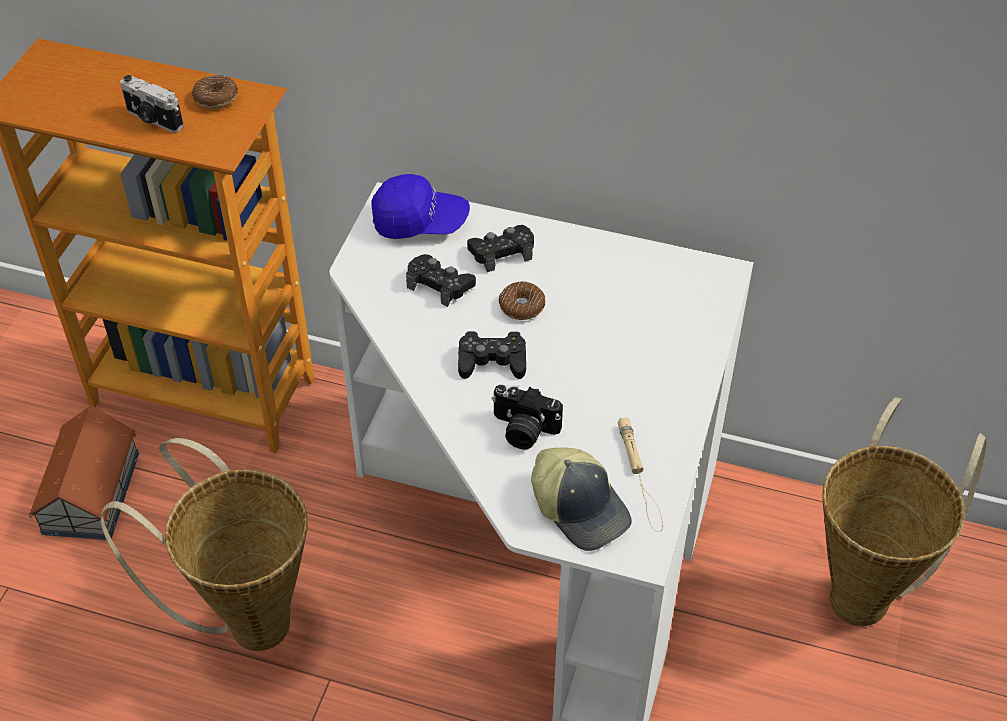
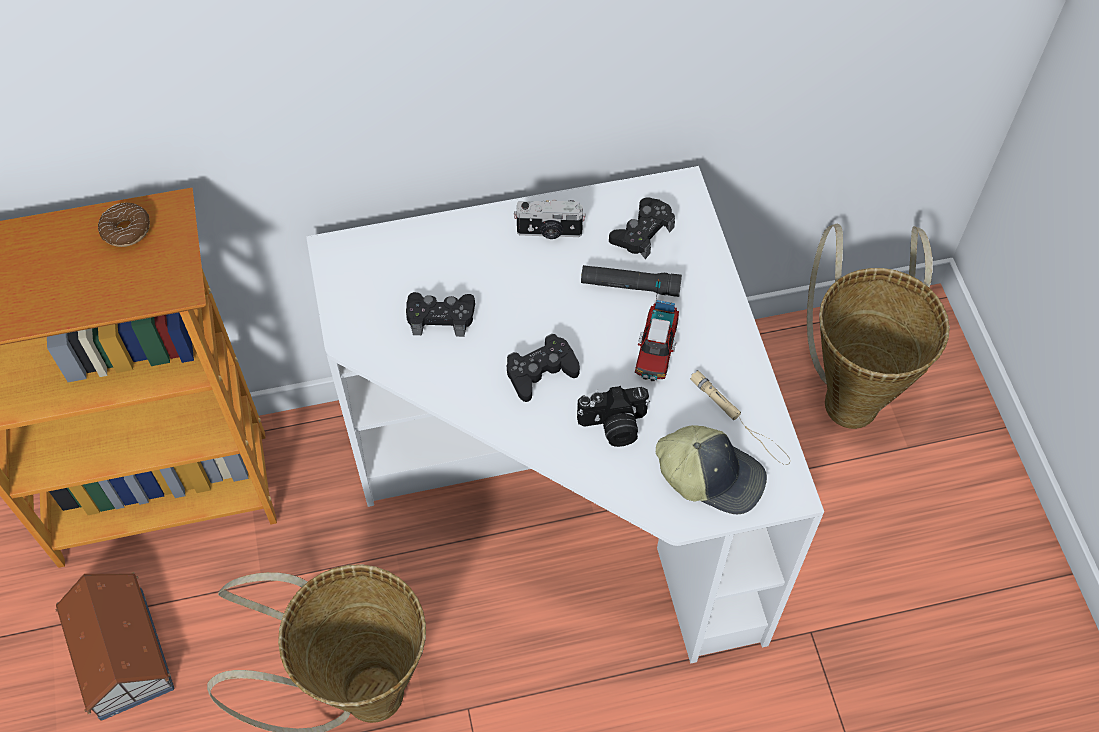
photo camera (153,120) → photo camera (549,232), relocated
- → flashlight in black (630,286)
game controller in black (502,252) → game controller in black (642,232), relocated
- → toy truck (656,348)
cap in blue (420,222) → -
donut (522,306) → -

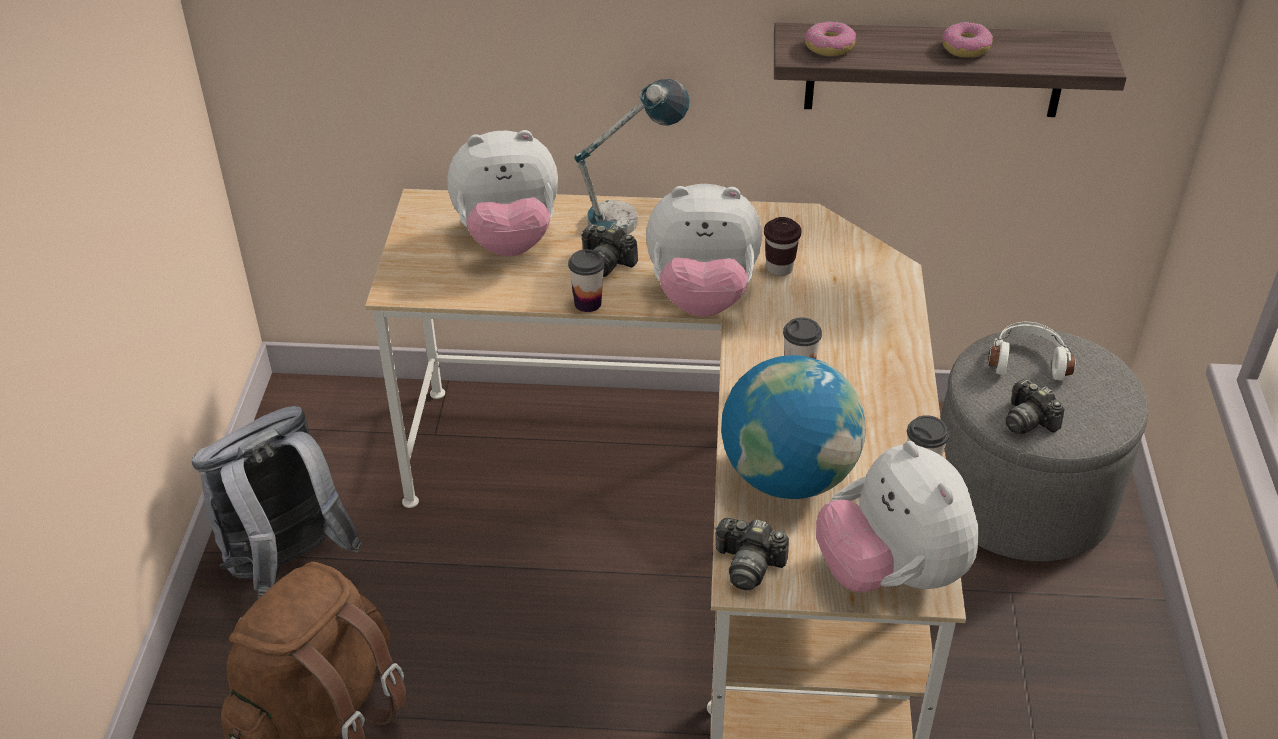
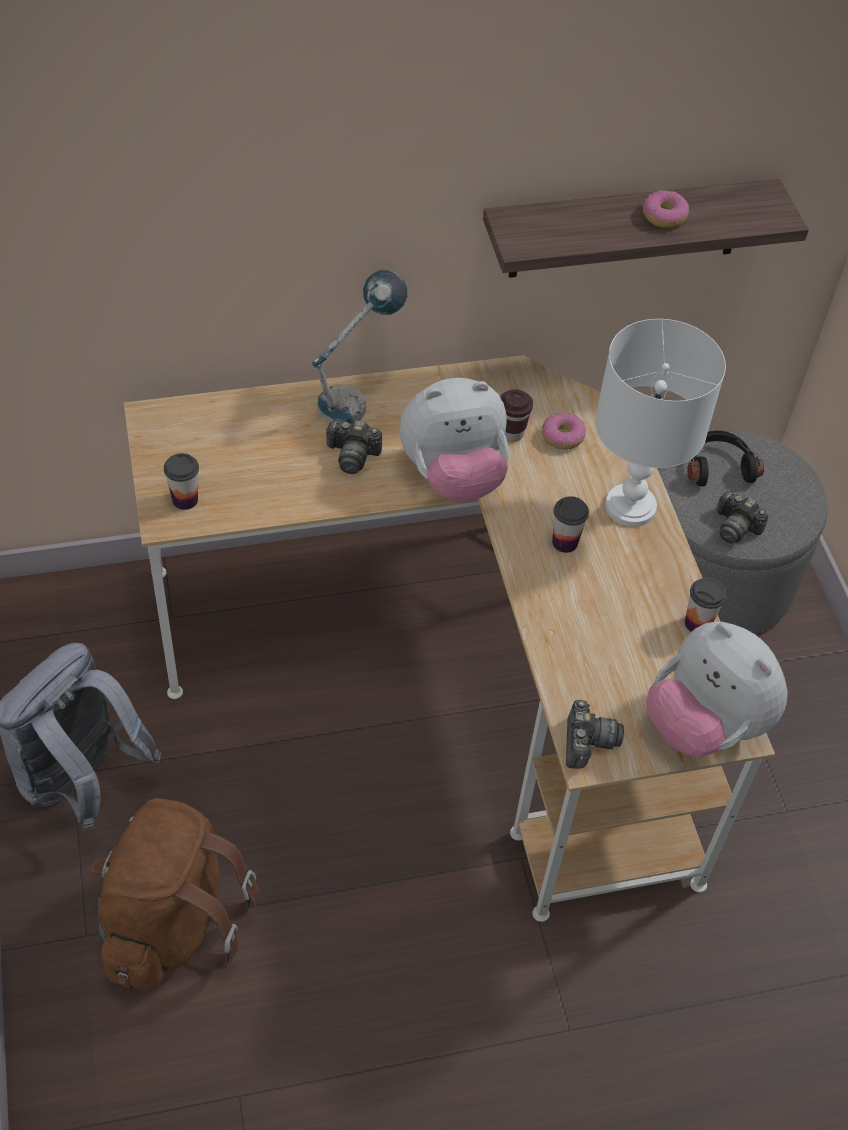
cup (587,303) → cup (185,500), relocated
donut (829,47) → donut (562,436), relocated
photo camera (748,564) → photo camera (587,742), 90 degrees counterclockwise
- → table lamp in white (629,506)
headphones in white (1027,360) → headphones in black (718,466)
plush toy (508,240) → -
globe (788,476) → -

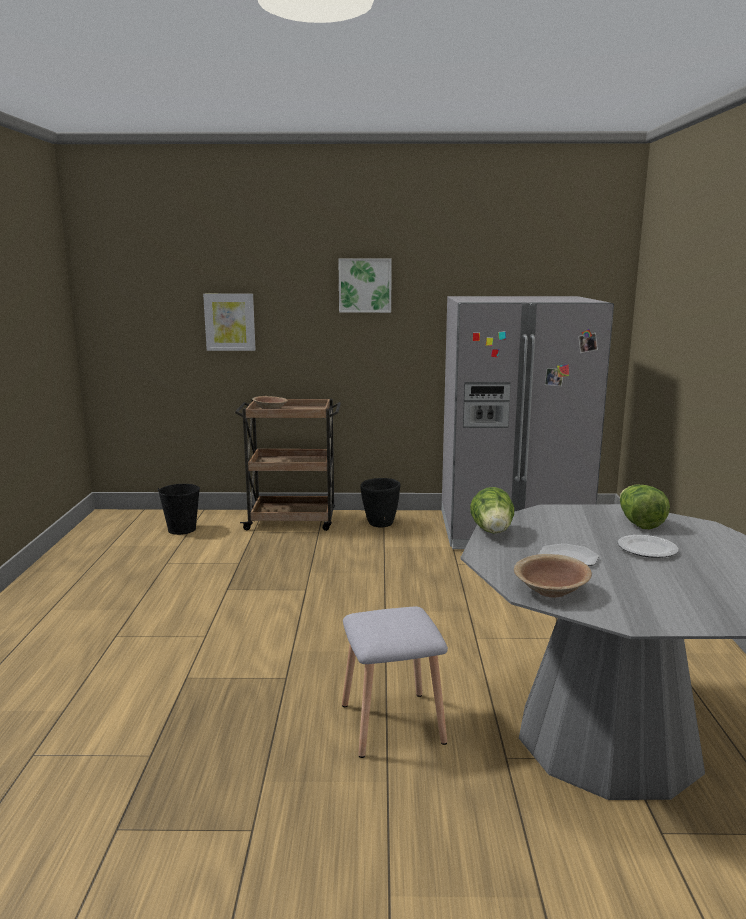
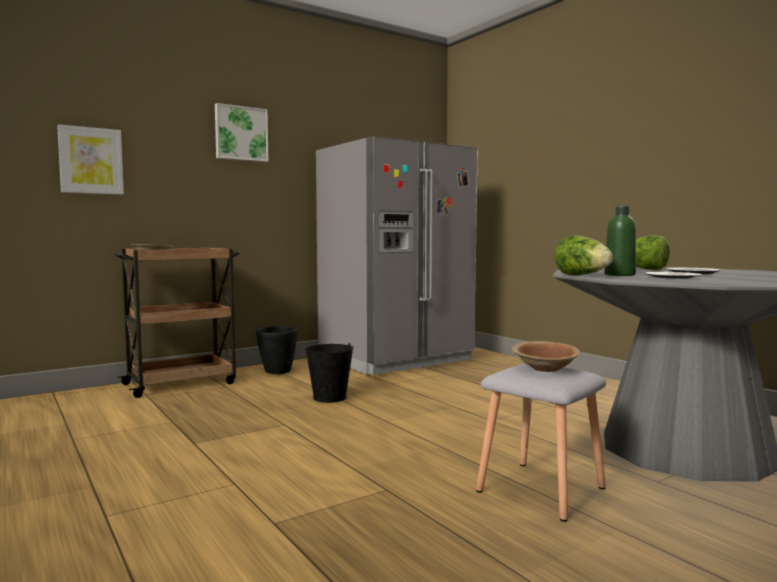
bucket in black (182,529) → bucket in black (329,397), relocated
bowl in brown (551,591) → bowl in brown (545,369), relocated
- → bottle in green (619,275)

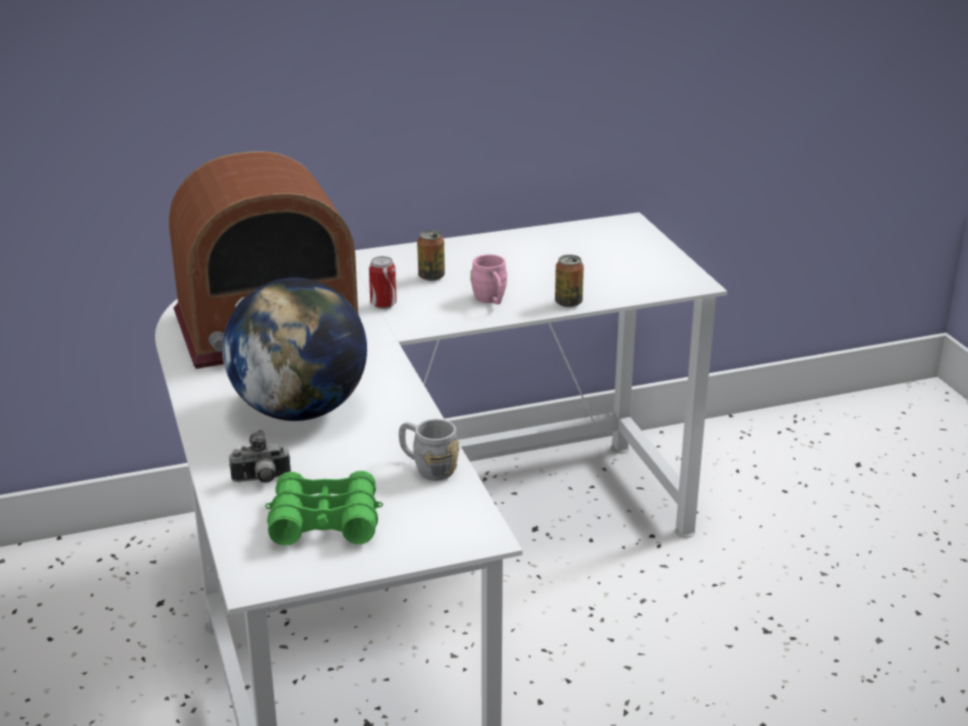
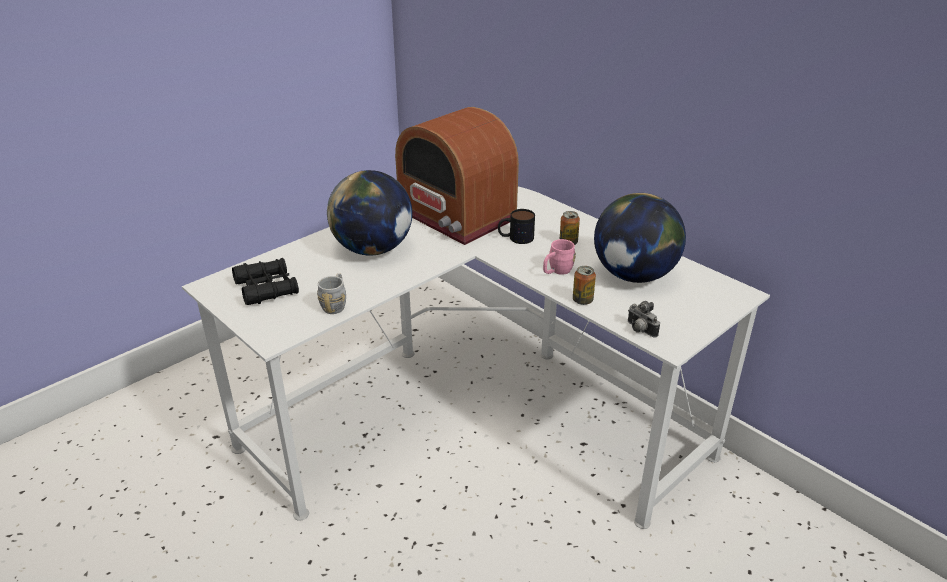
binoculars in green (324,521) → binoculars in black (267,288)
can (383,304) → mug (515,238)
- → globe (634,275)
photo camera (261,480) → photo camera (639,330), relocated

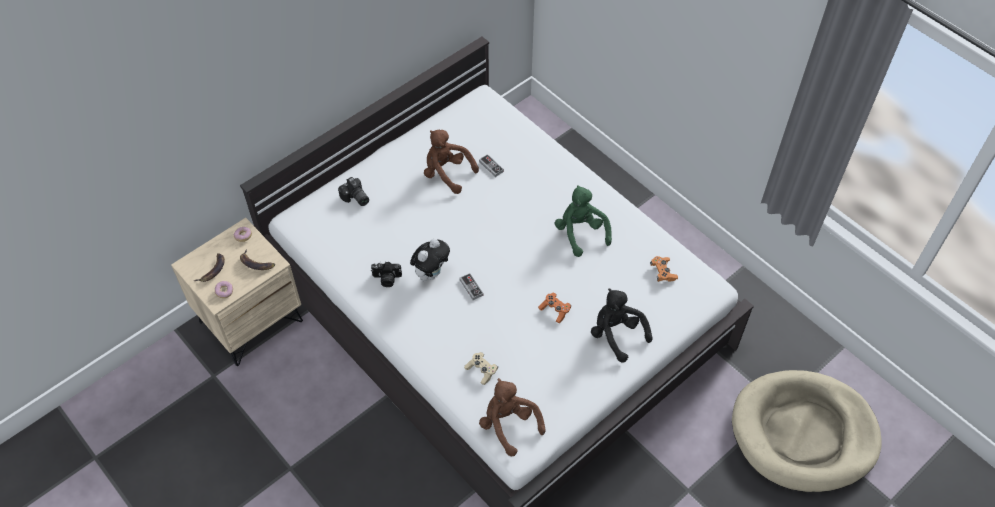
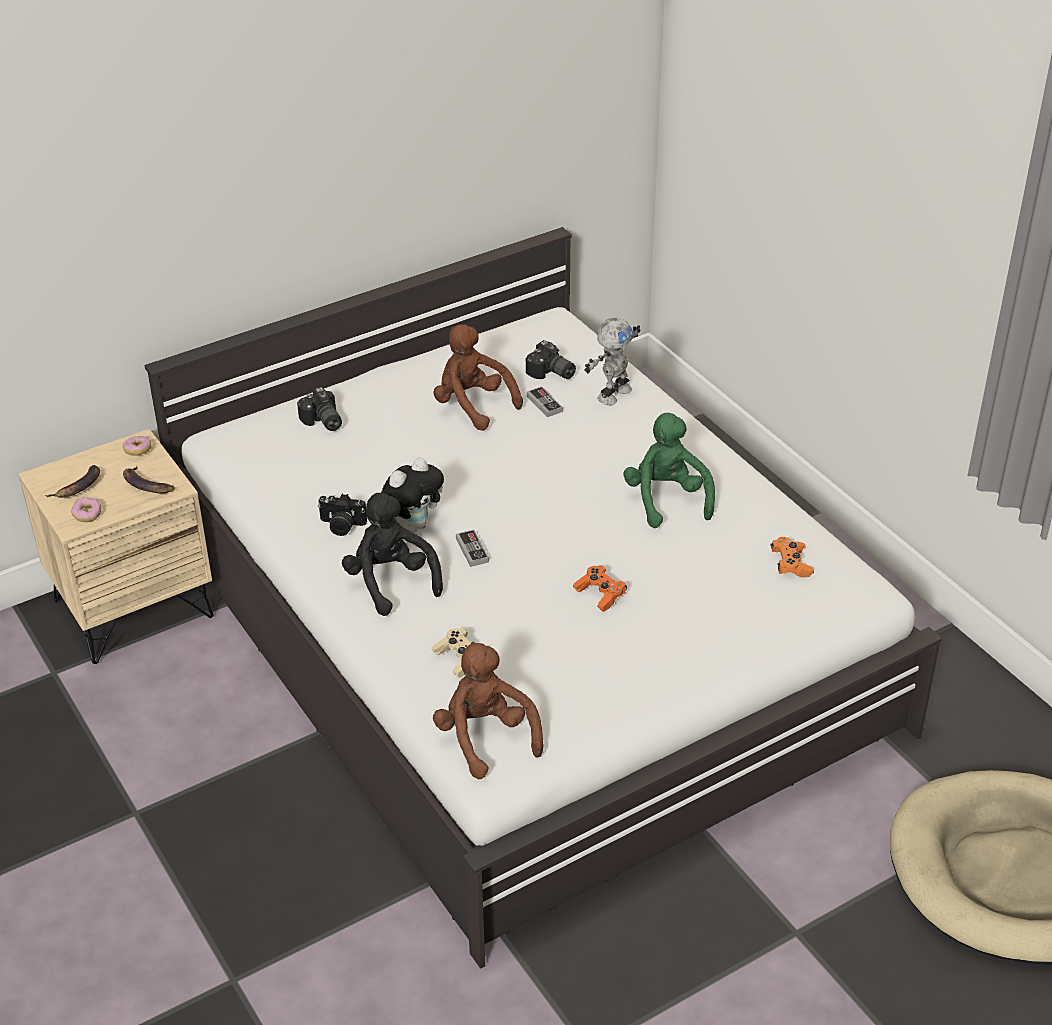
plush toy in black (616,334) → plush toy in black (391,582), relocated
- → photo camera (551,373)
- → toy robot (613,394)

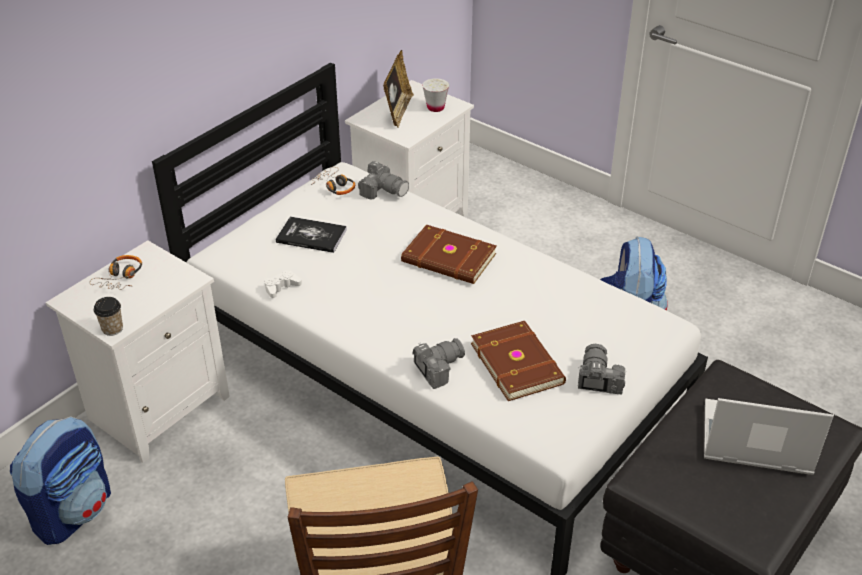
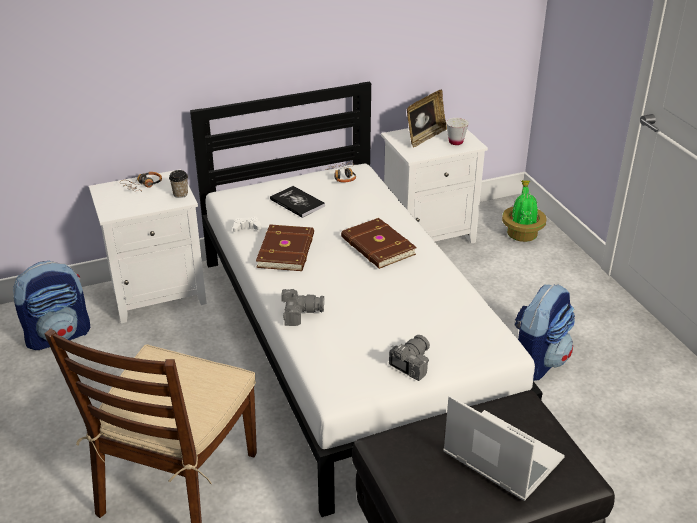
cup (112,329) → cup (180,194), relocated
book in brown (518,362) → book in brown (287,250), relocated
- → potted plant (521,233)
photo camera (383,190) → -

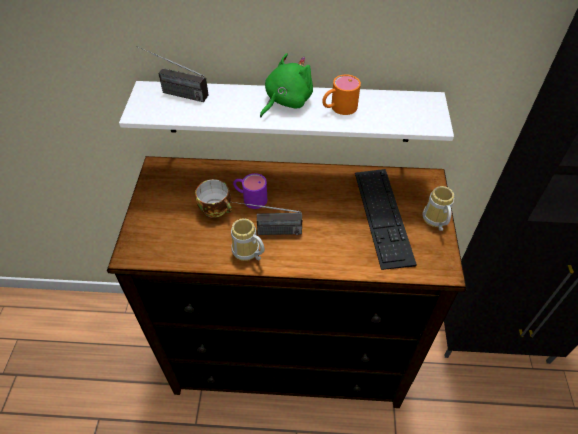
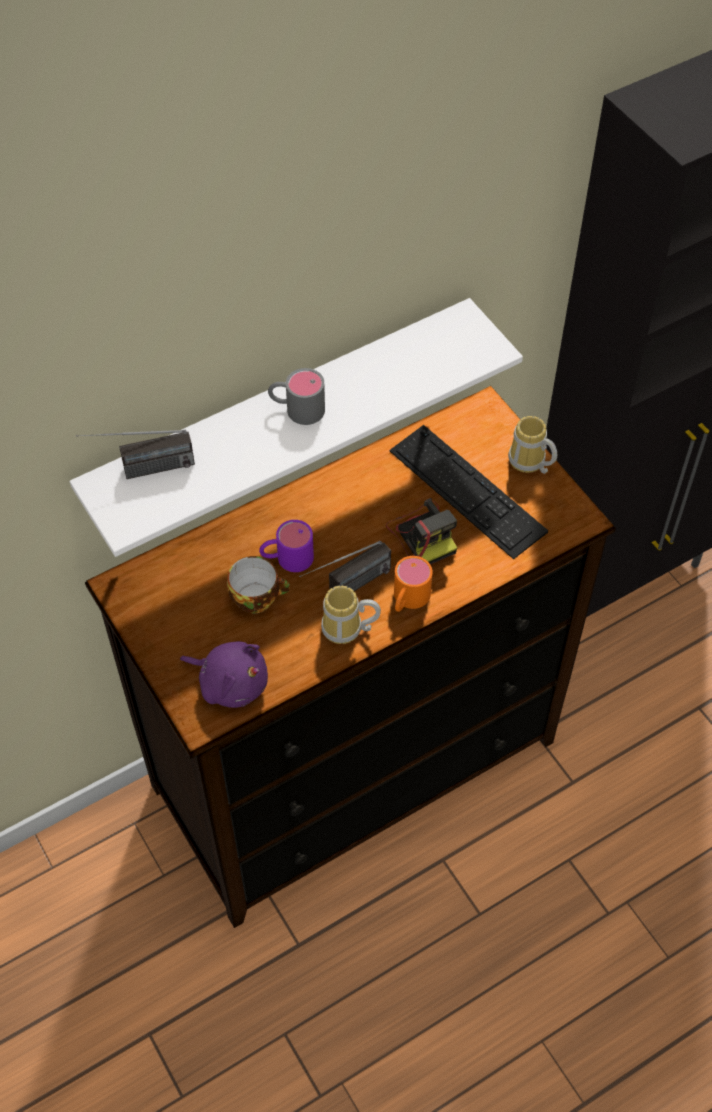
- → plush toy in purple (230,683)
plush toy in green (286,101) → mug in grey (296,409)
- → photo camera (423,534)
mug in orange (338,108) → mug in orange (408,600), relocated

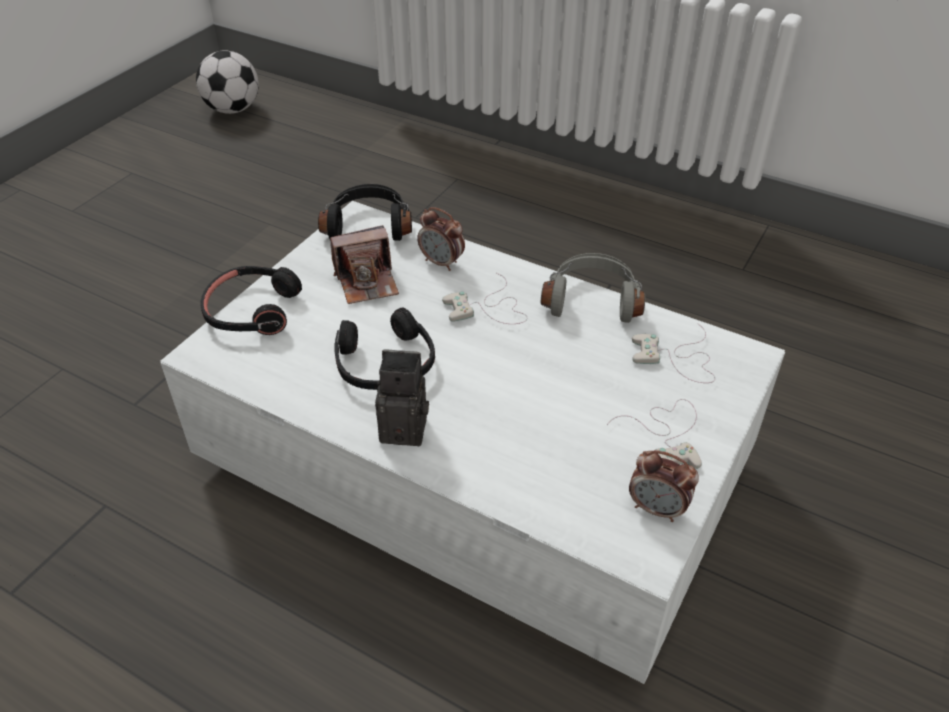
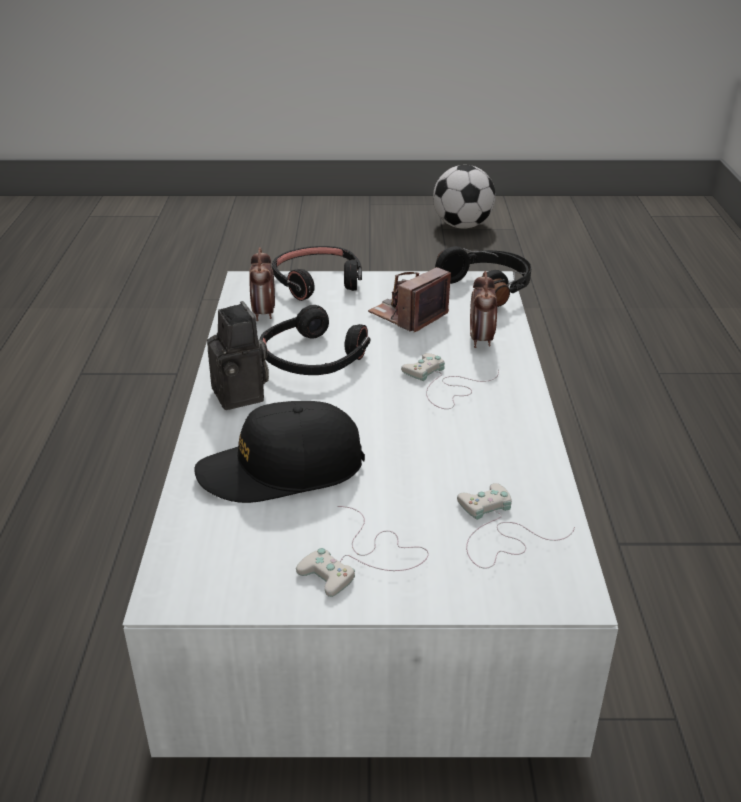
- → cap in black (281,470)
alarm clock (657,509) → alarm clock (264,314), relocated
photo camera (367,282) → photo camera (409,315), 90 degrees clockwise
football (233,110) → football (462,226), relocated
headphones in grey (592,299) → -

